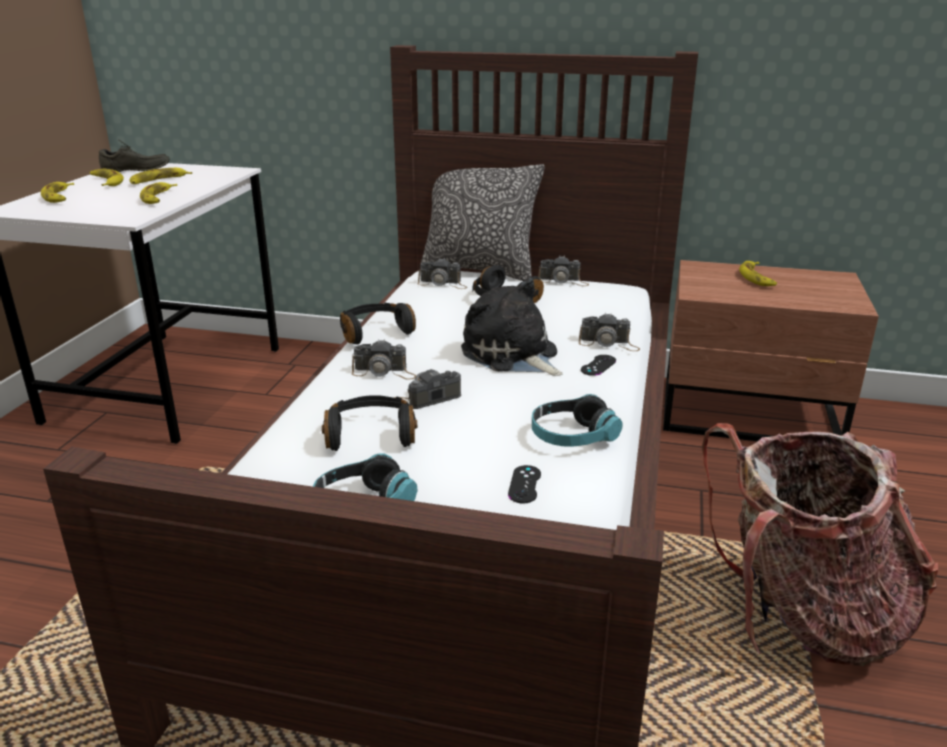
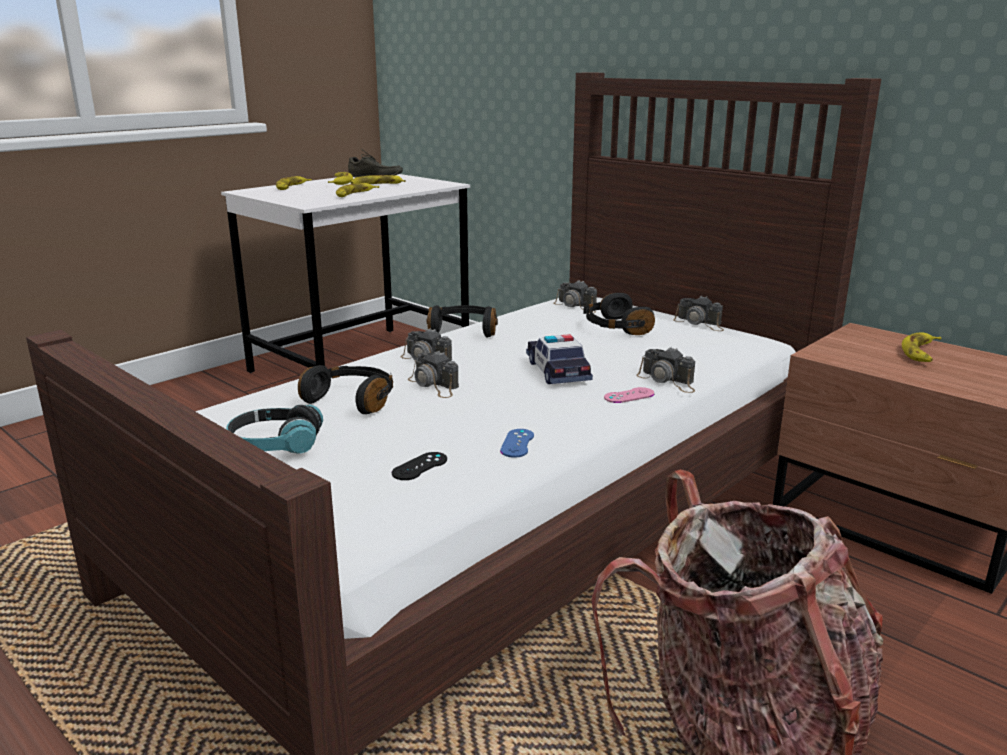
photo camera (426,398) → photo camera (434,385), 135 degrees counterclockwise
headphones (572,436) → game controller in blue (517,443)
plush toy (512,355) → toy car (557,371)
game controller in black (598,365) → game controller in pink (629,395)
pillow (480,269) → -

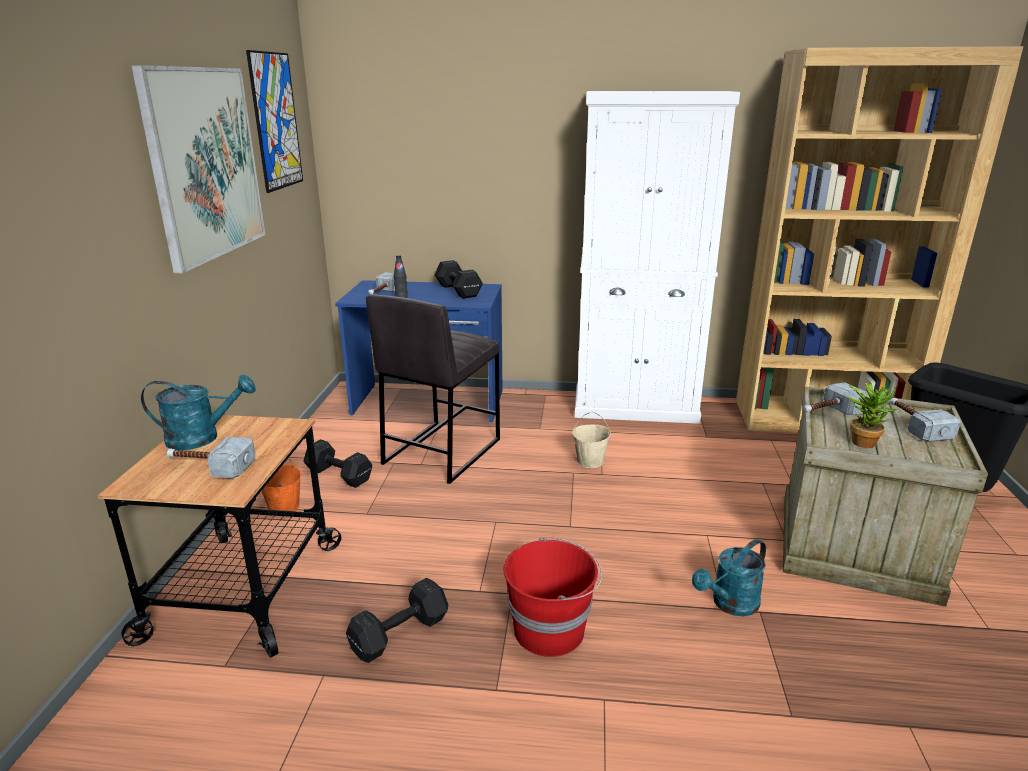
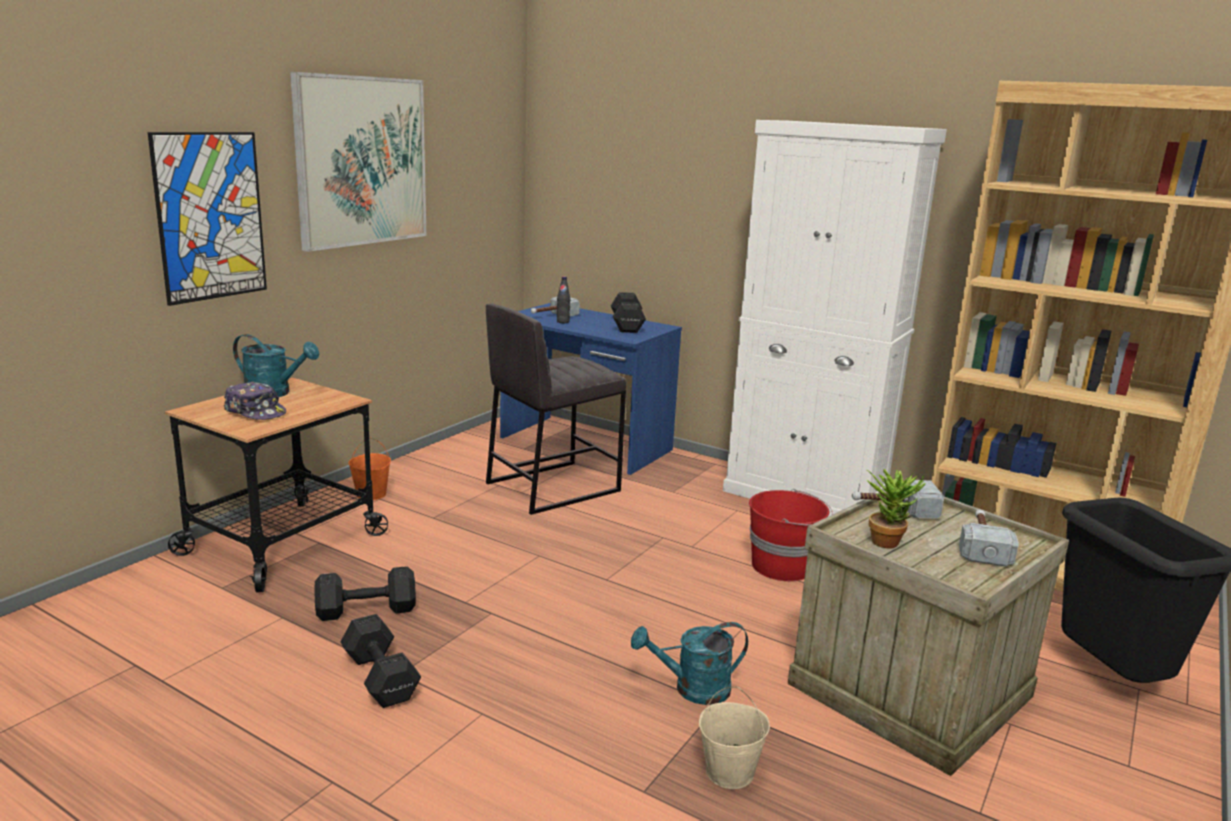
picture (276,121) → picture (210,216), relocated
hammer (210,466) → cap (255,412)
dumbbell in black (338,474) → dumbbell in black (380,676), relocated
bucket in beige (590,461) → bucket in beige (730,772), relocated
bucket in red (550,629) → bucket in red (783,566), relocated

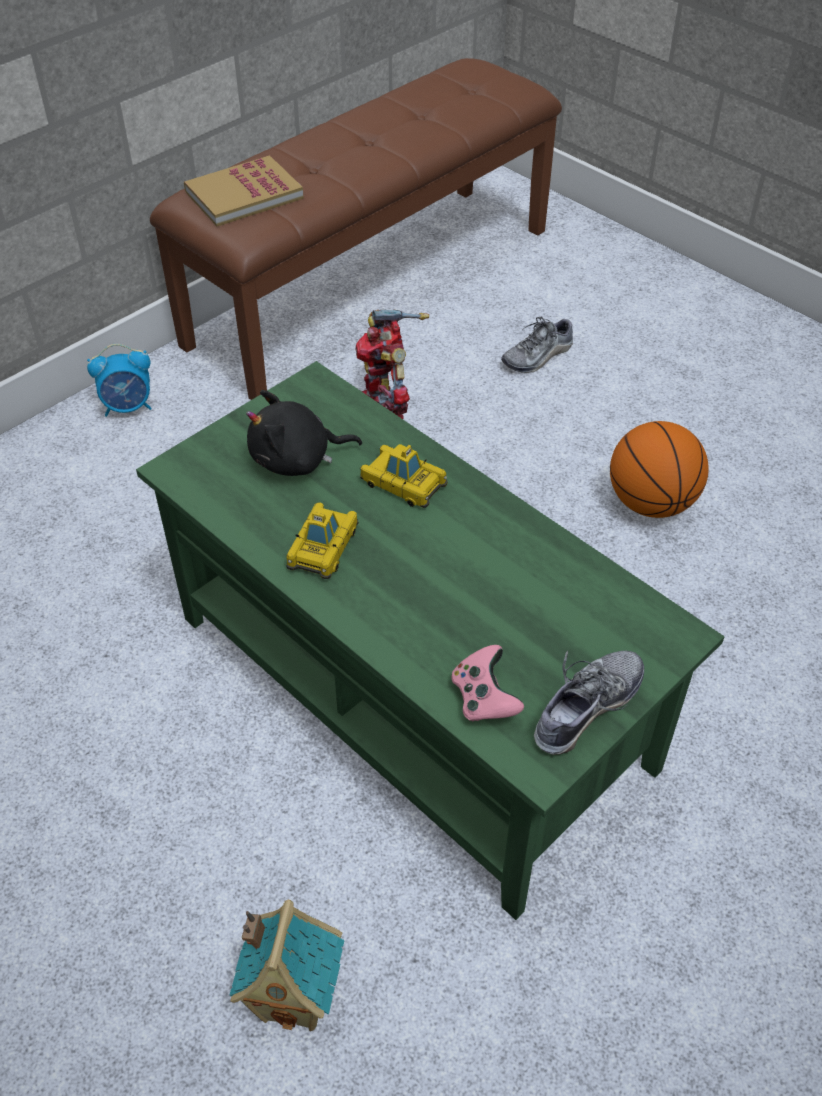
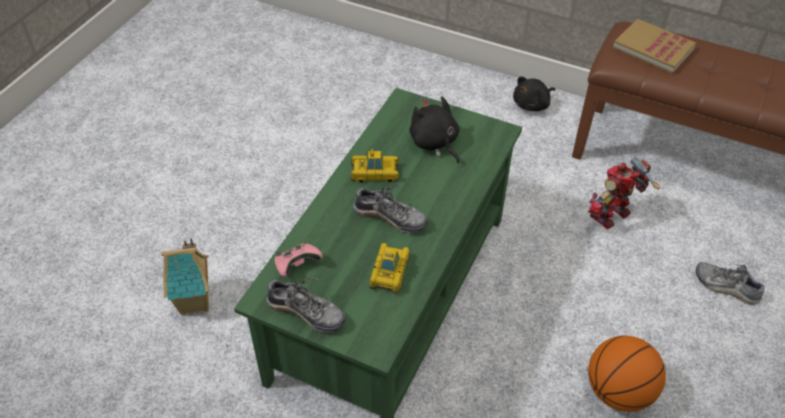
- → shoe (390,217)
toy car (403,483) → toy car (389,271), relocated
alarm clock (128,407) → plush toy in black (532,104)

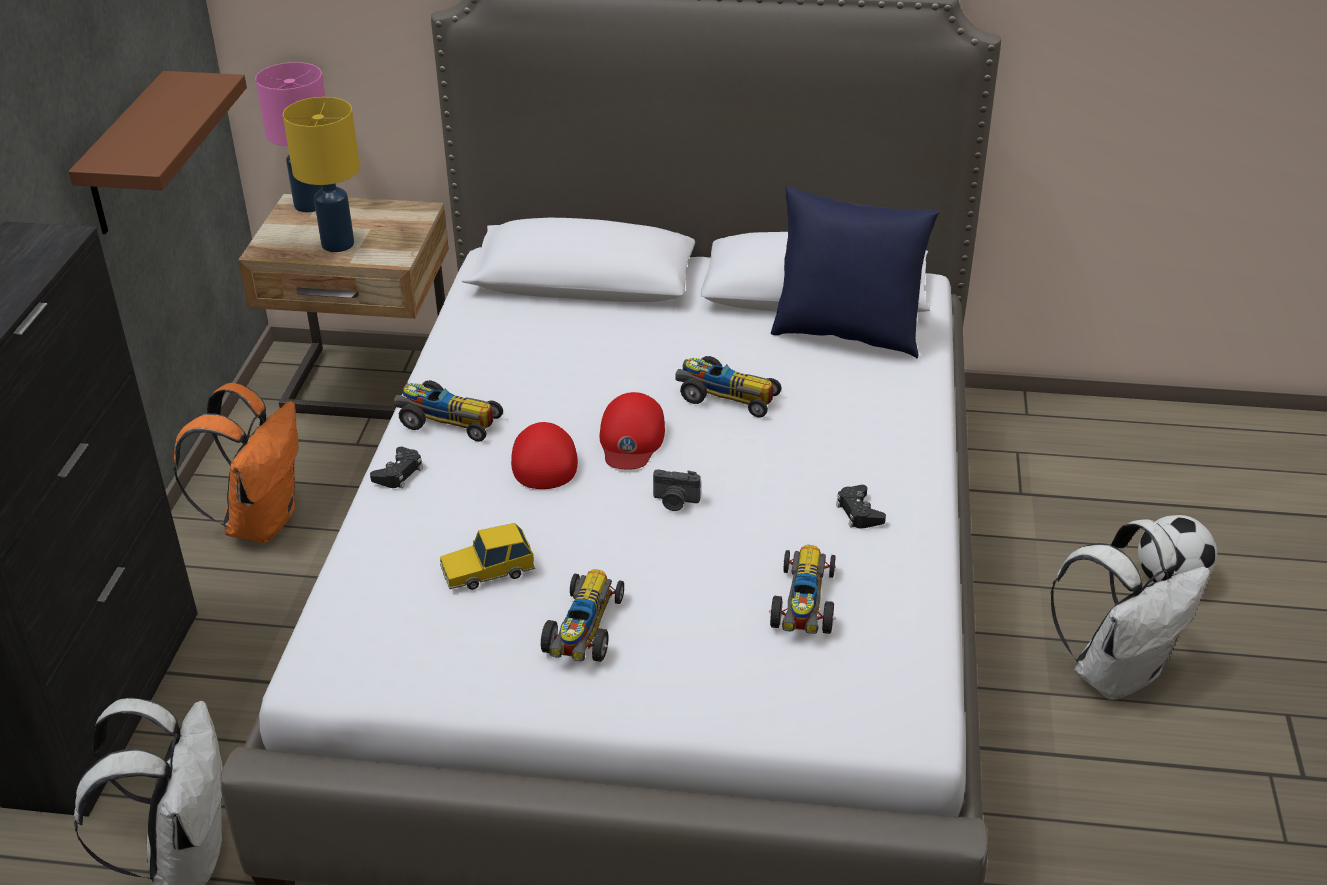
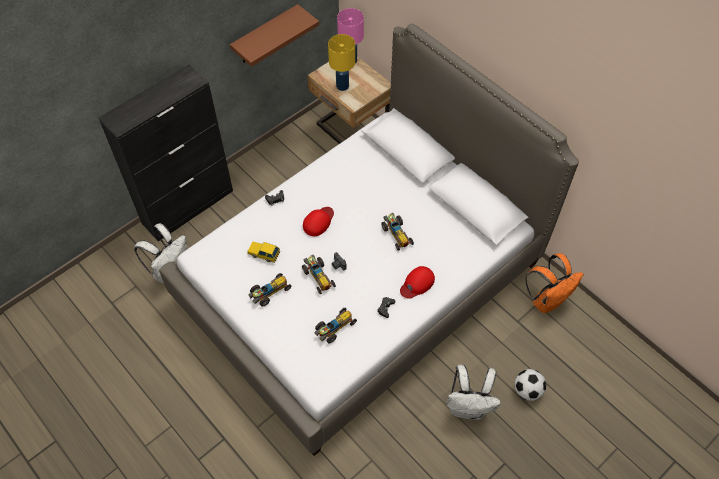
toy car (447,420) → toy car (318,276), relocated
cap in red (631,439) → cap in red (417,283), relocated
backpack in orange (260,521) → backpack in orange (547,300), relocated
pillow in blue (847,334) → -

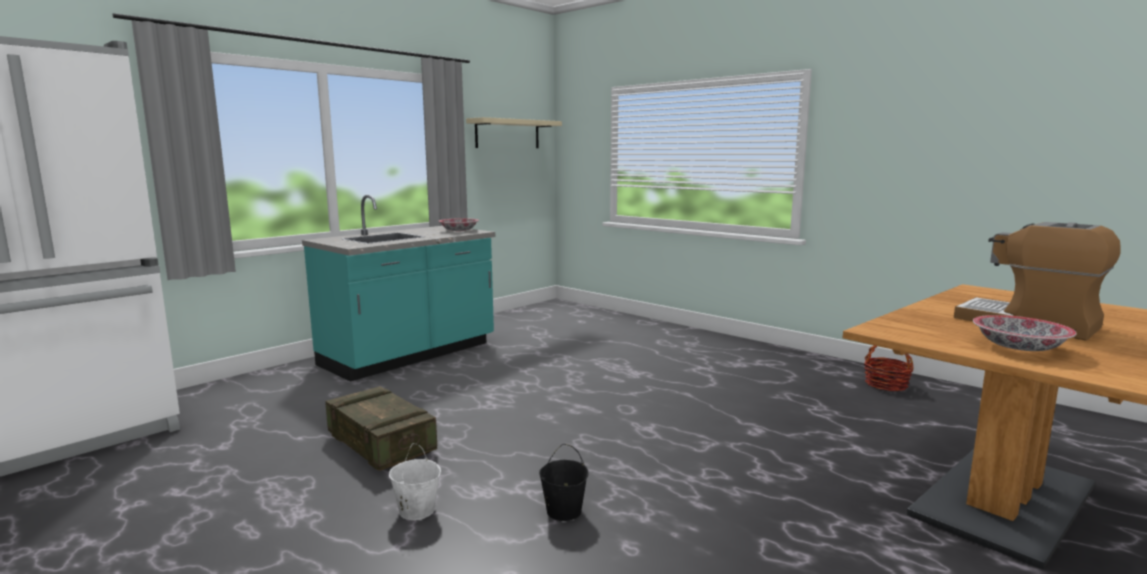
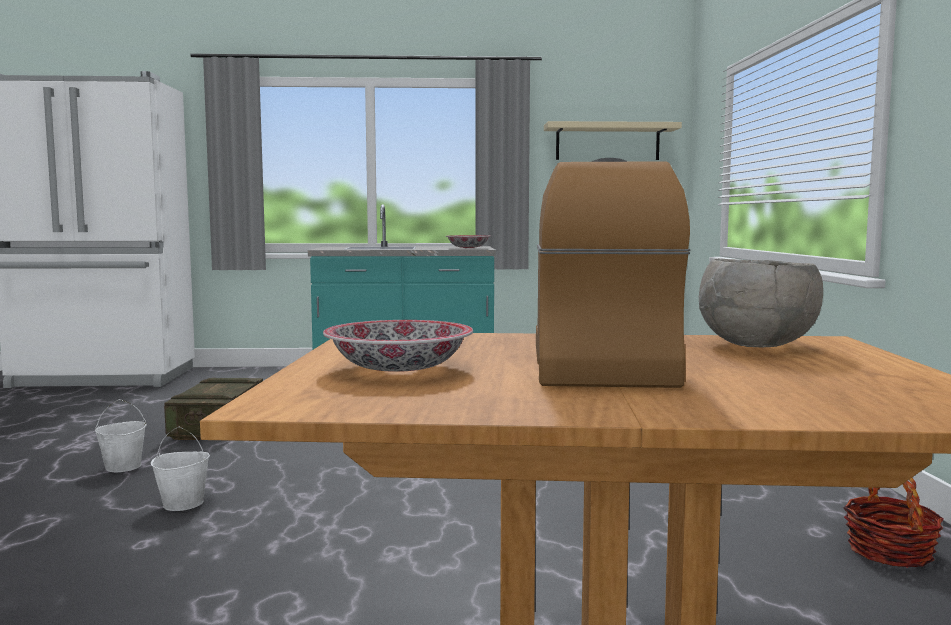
bucket in black (563,511) → bucket in white (183,504)
- → bowl in grey (757,346)

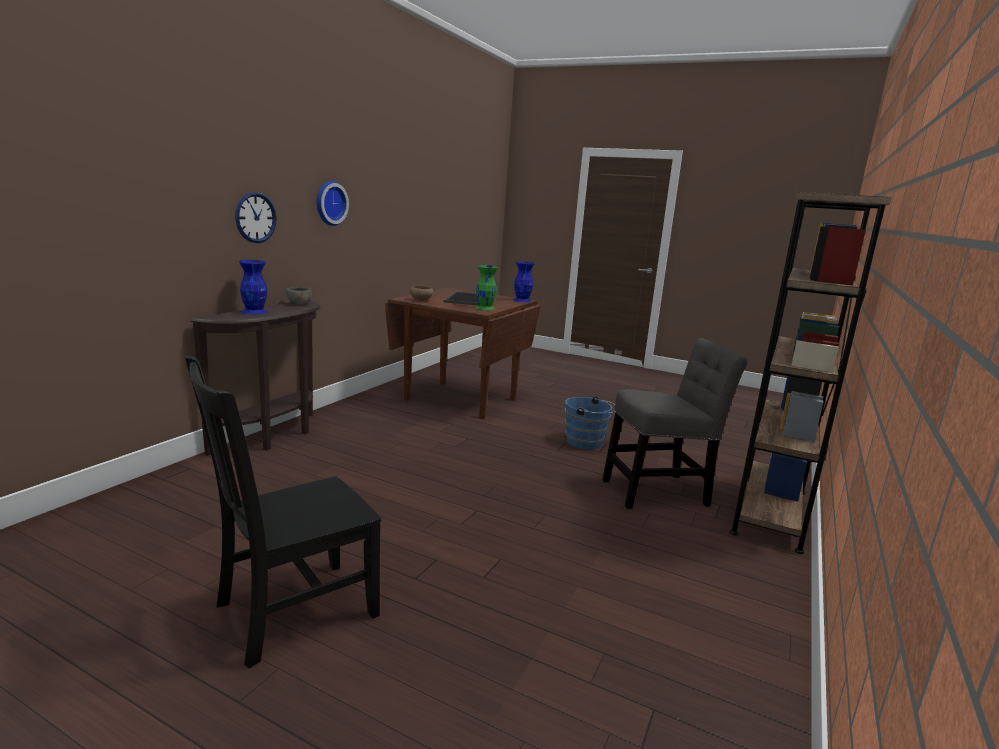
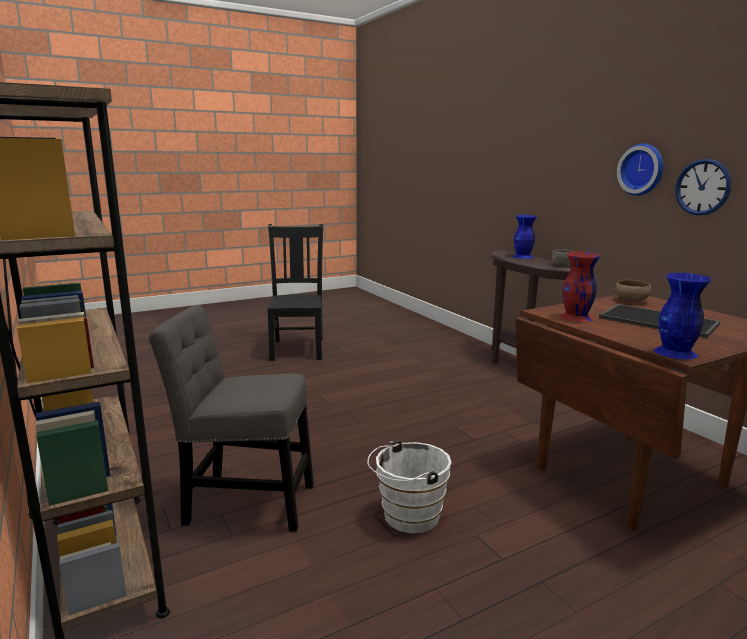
chair in grey (660,492) → chair in grey (244,502), 75 degrees clockwise
bucket in blue (587,443) → bucket in white (407,516)
vase in green (485,308) → vase in red (575,317)
wall clock (255,217) → wall clock (702,187), relocated

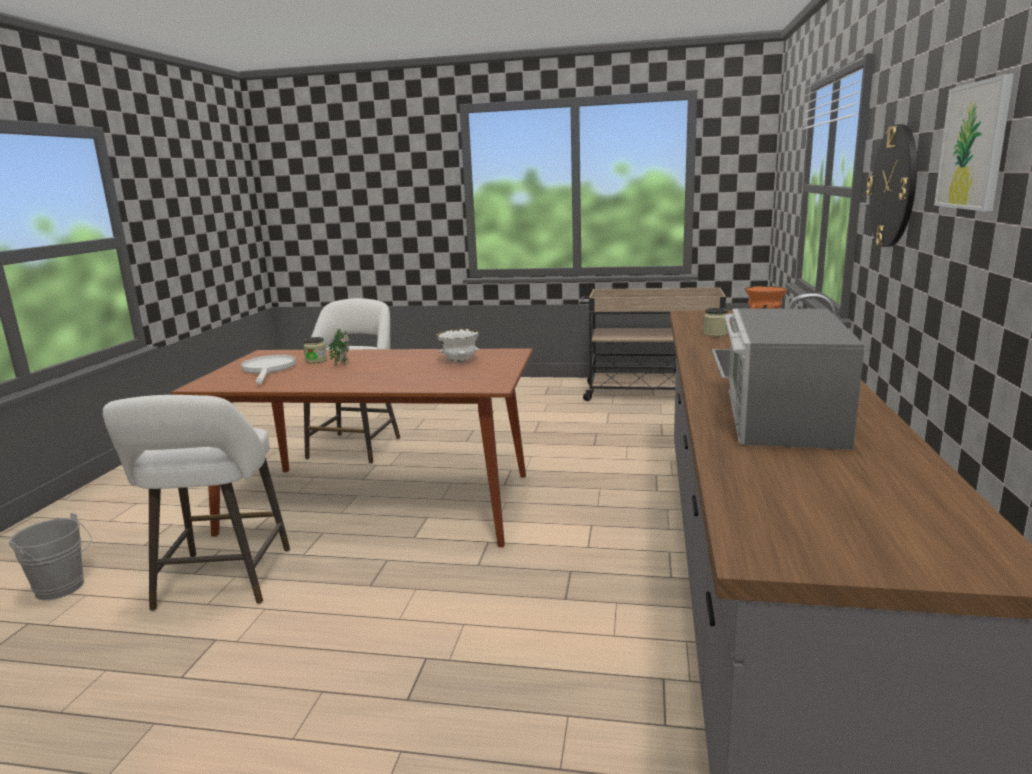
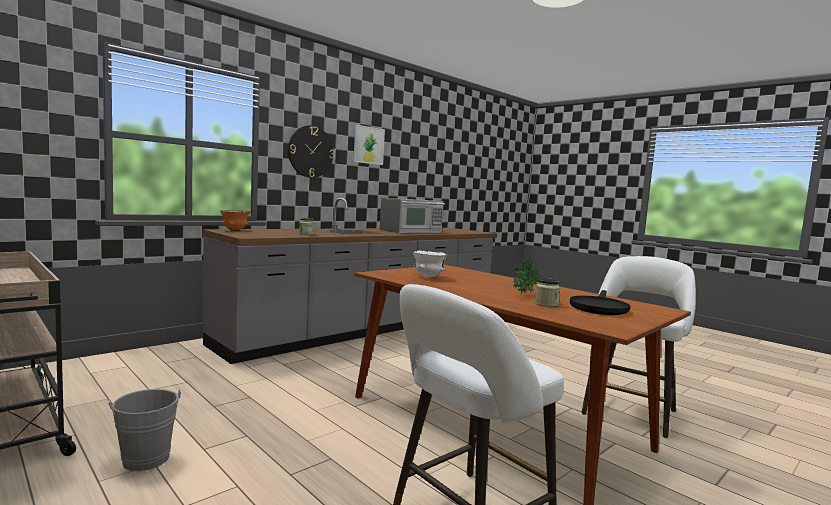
bucket in grey (63,589) → bucket in grey (146,457), relocated
frying pan in white (269,370) → frying pan in black (598,307)

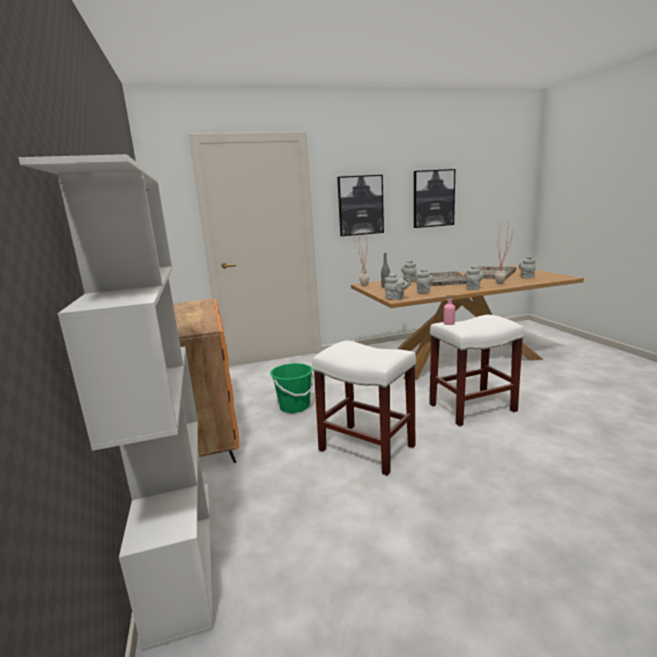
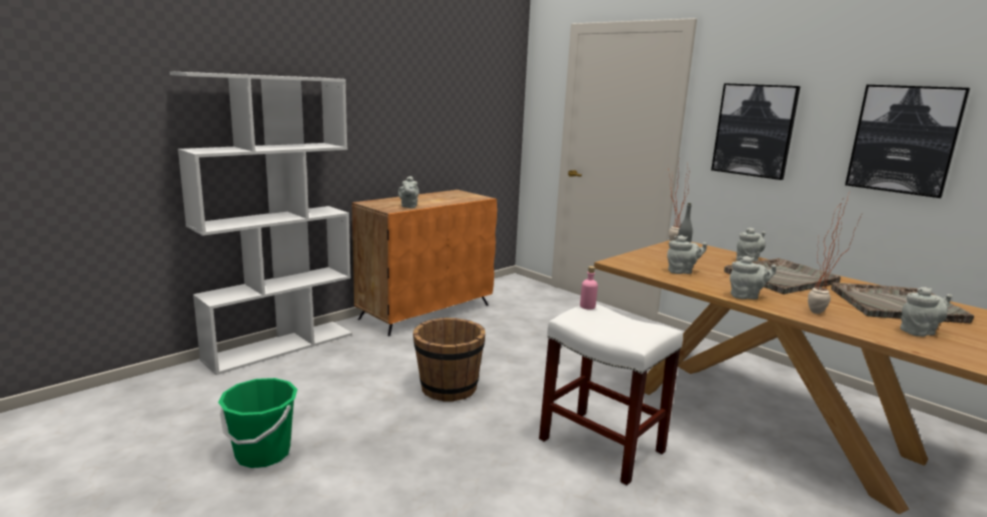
bucket in green (294,406) → bucket in green (263,453), relocated
teapot in grey (396,298) → teapot in grey (408,206), relocated
stool in white (365,448) → bucket in brown (448,388)

